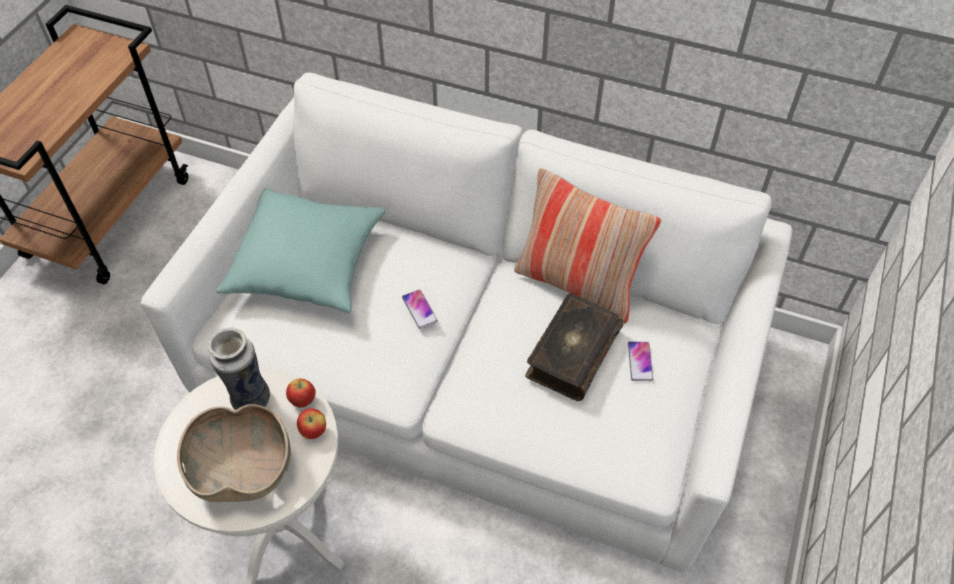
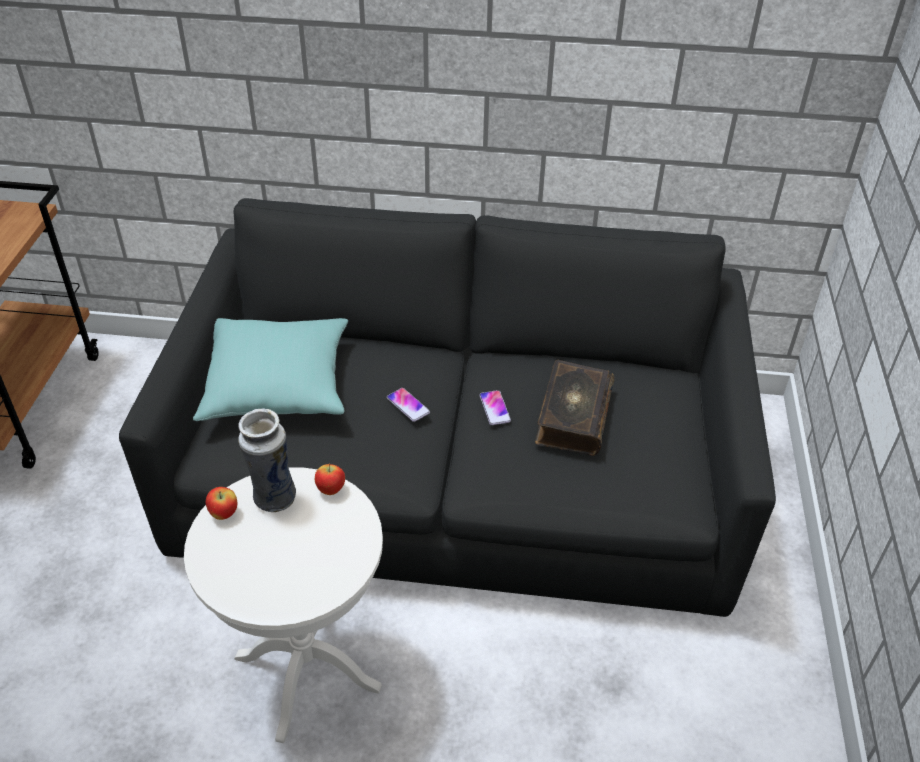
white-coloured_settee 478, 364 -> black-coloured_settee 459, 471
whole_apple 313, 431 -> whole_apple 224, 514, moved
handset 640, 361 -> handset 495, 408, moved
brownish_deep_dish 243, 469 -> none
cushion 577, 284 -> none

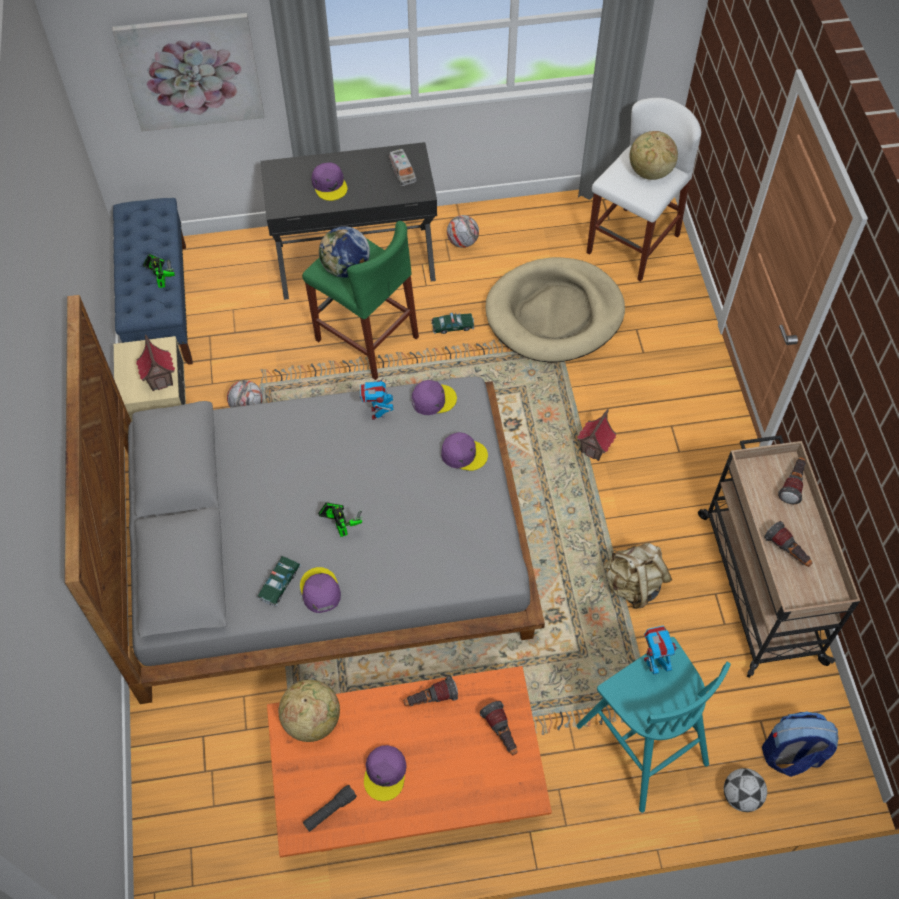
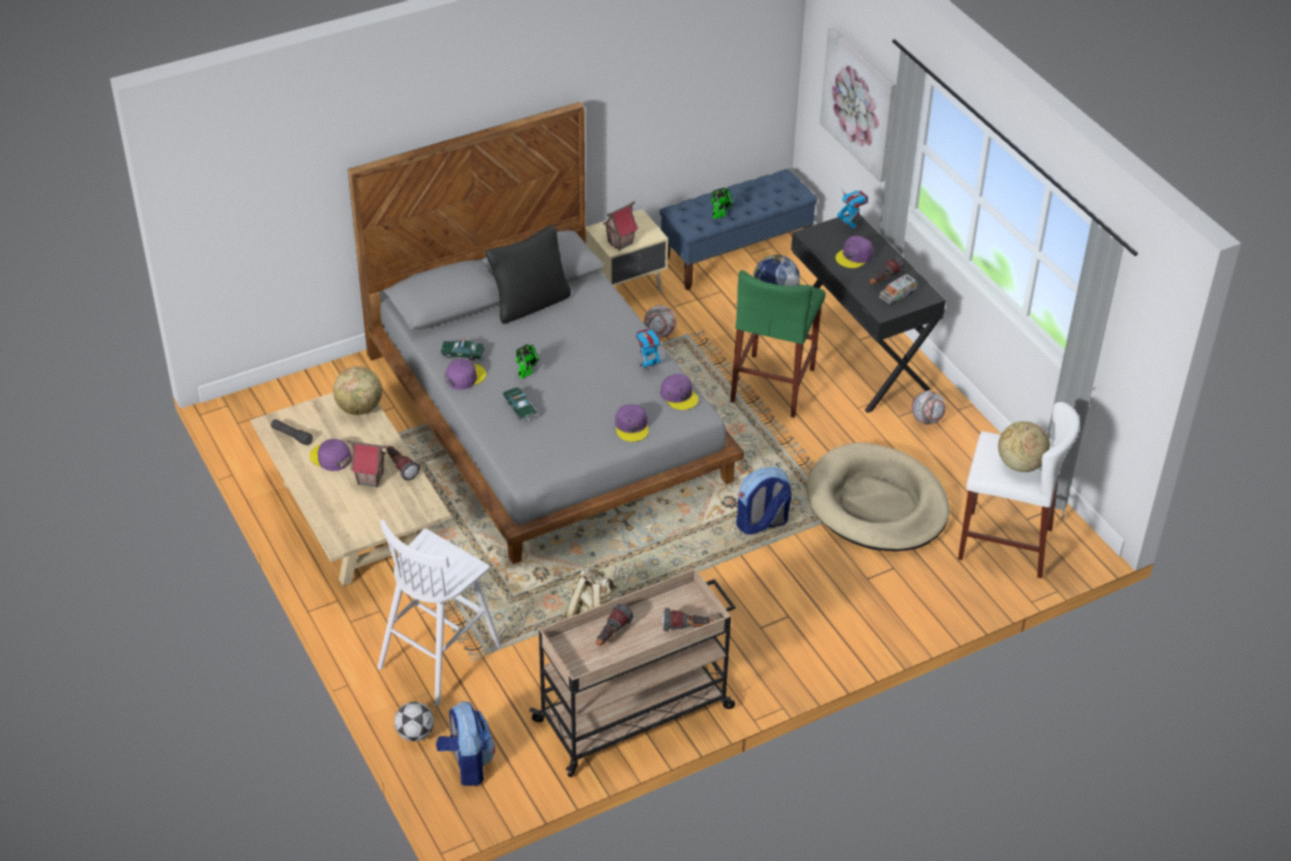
orange-coloured_lounge_table 408, 783 -> sand-coloured_lounge_table 354, 518
purple-coloured_baseball_cap 385, 773 -> purple-coloured_baseball_cap 330, 458, 45 degrees clockwise
model_house 594, 449 -> model_house 370, 479, moved
blue-green_stool 640, 742 -> white-coloured_stool 441, 655
none -> black-coloured_cushion 530, 304
miniature_car 453, 326 -> miniature_car 520, 408, moved
none -> rucksack 761, 524
model_robot 653, 662 -> model_robot 851, 226, moved
hand_torch 501, 733 -> hand_torch 884, 280, moved

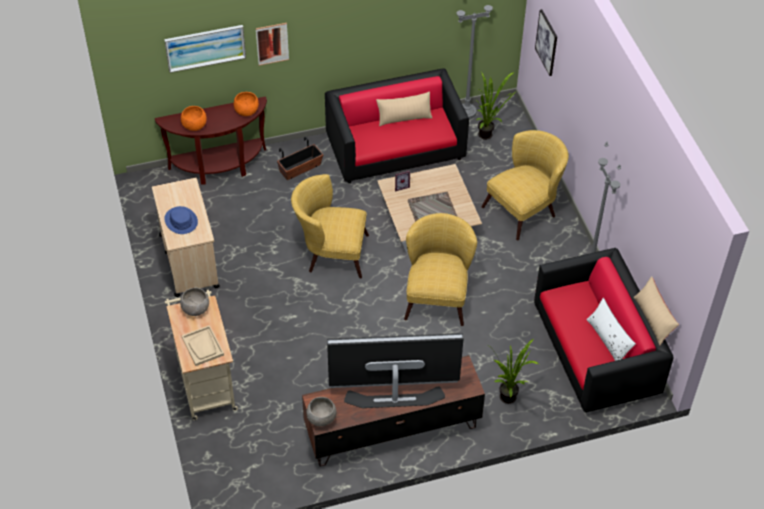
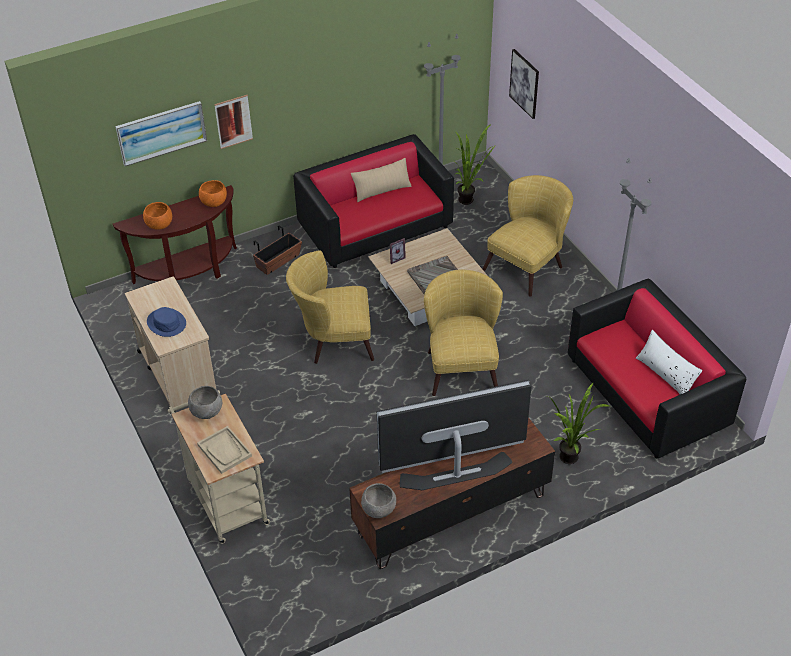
sand-coloured_cushion 653, 319 -> none

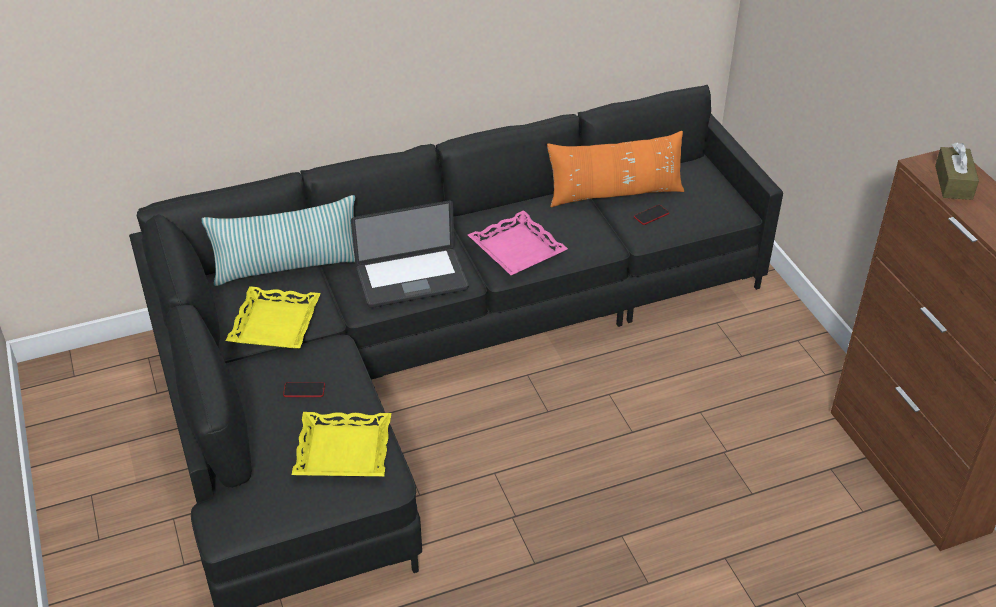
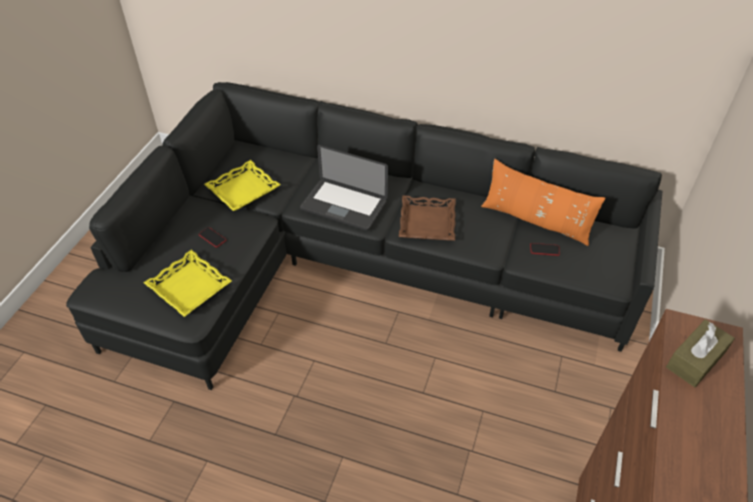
pinkish_tray 516, 249 -> brownish_tray 426, 222
cushion 288, 267 -> none

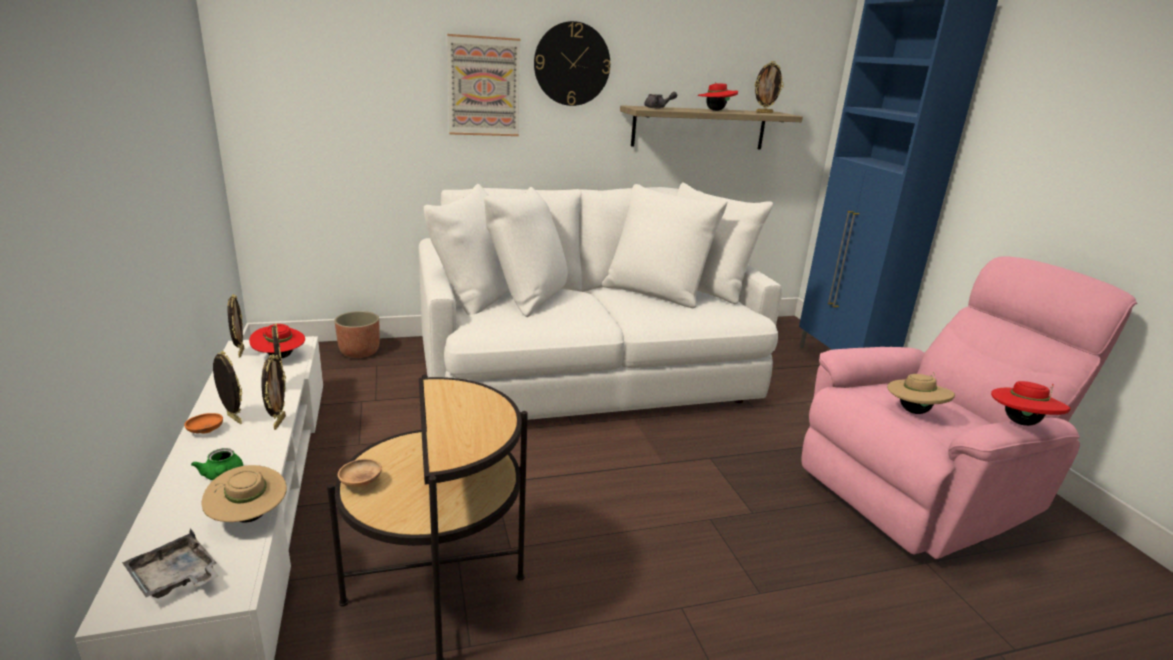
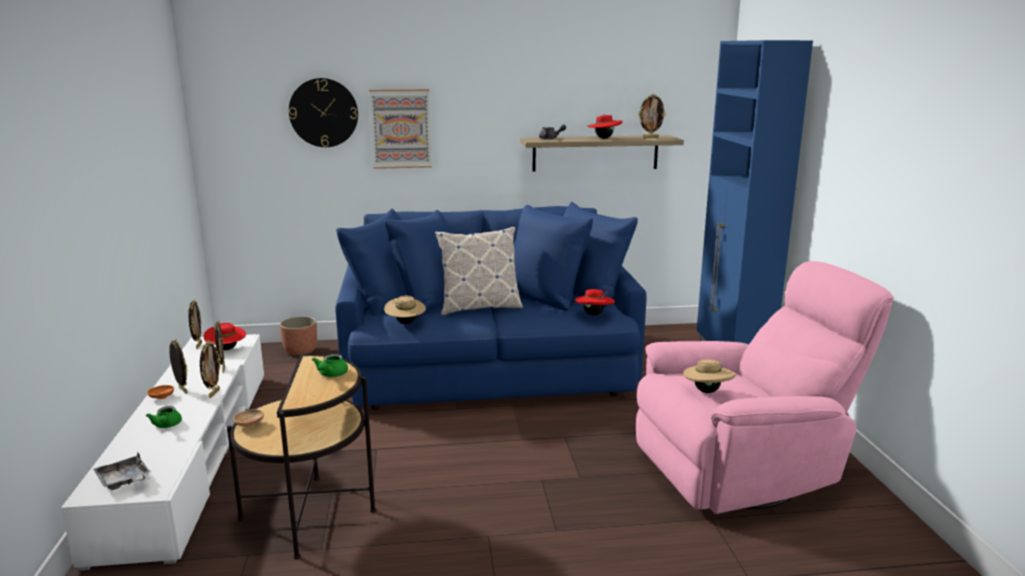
hanging_clock 572, 64 -> hanging_clock 323, 113, moved
none -> green_pot_for_tea 331, 375
white-coloured_settee 588, 369 -> blue_settee 489, 366
sand-coloured_hat 249, 517 -> sand-coloured_hat 405, 323, moved
none -> cushion 479, 307
red_hat 1021, 422 -> red_hat 594, 314, moved

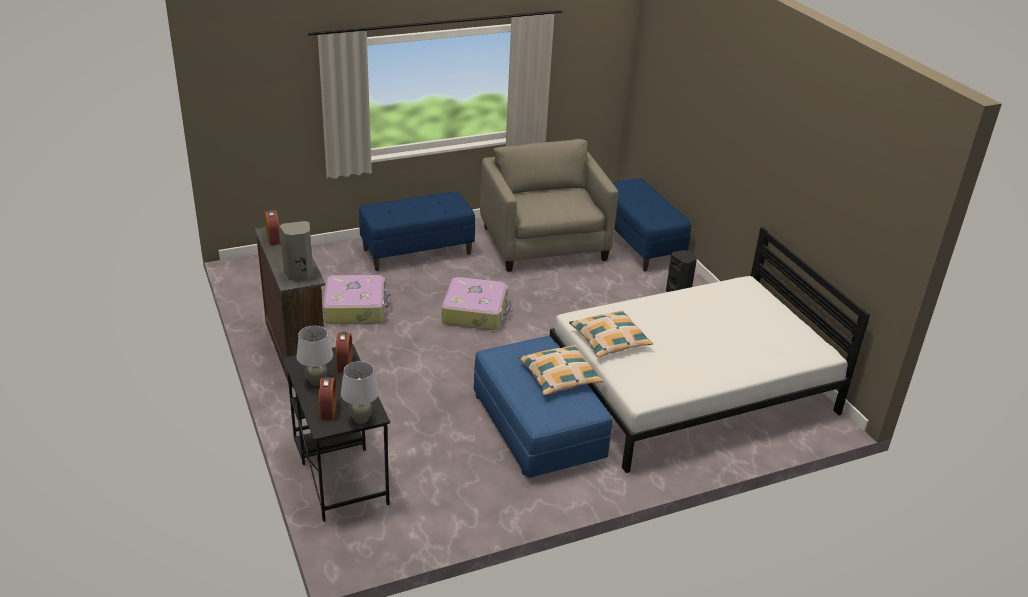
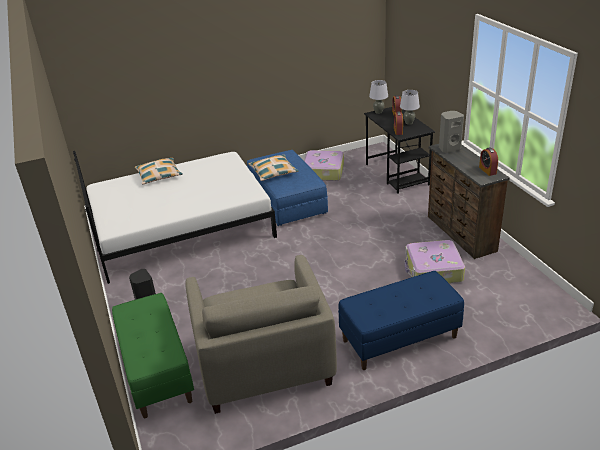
blue_bench 639, 244 -> green_bench 156, 371
cushion 609, 340 -> cushion 159, 175, moved
travel_case 475, 312 -> travel_case 323, 172, moved

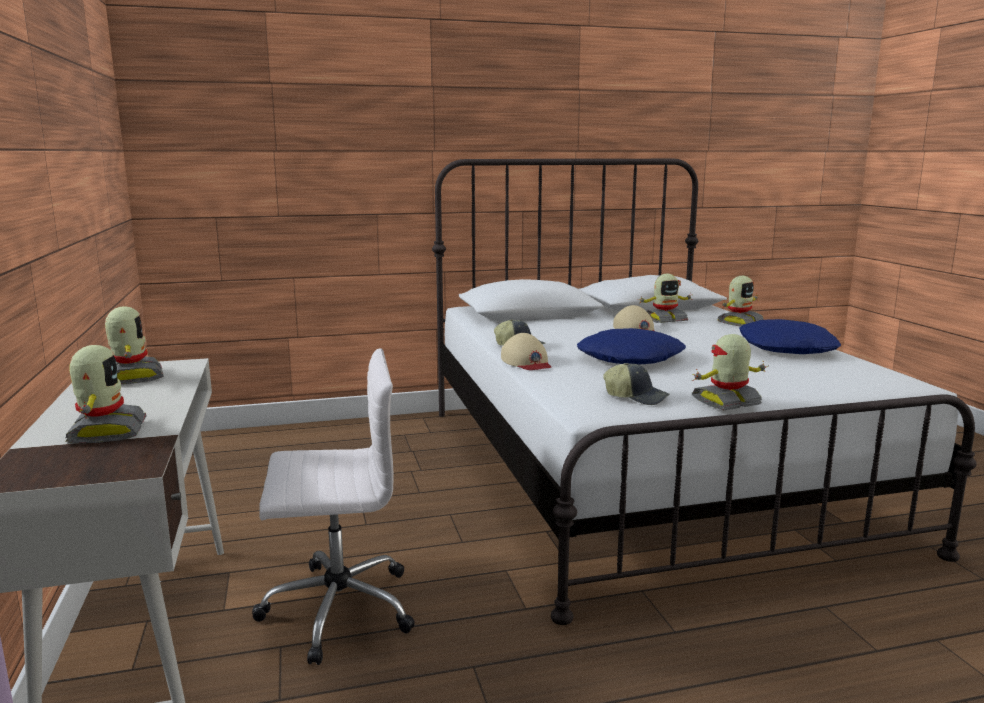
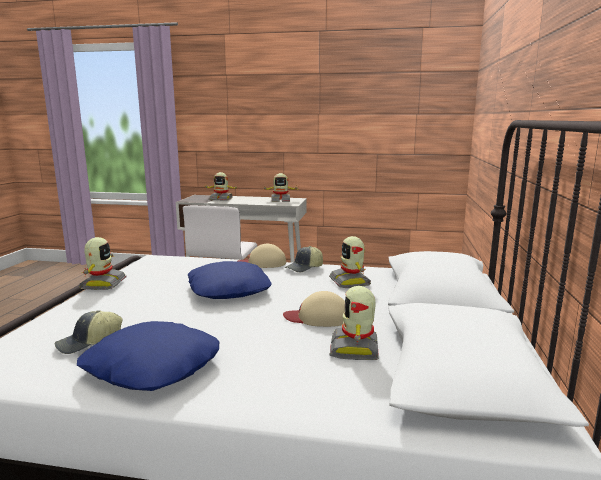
baseball_cap 636, 397 -> baseball_cap 90, 343, moved
model_robot 739, 322 -> model_robot 350, 282, moved

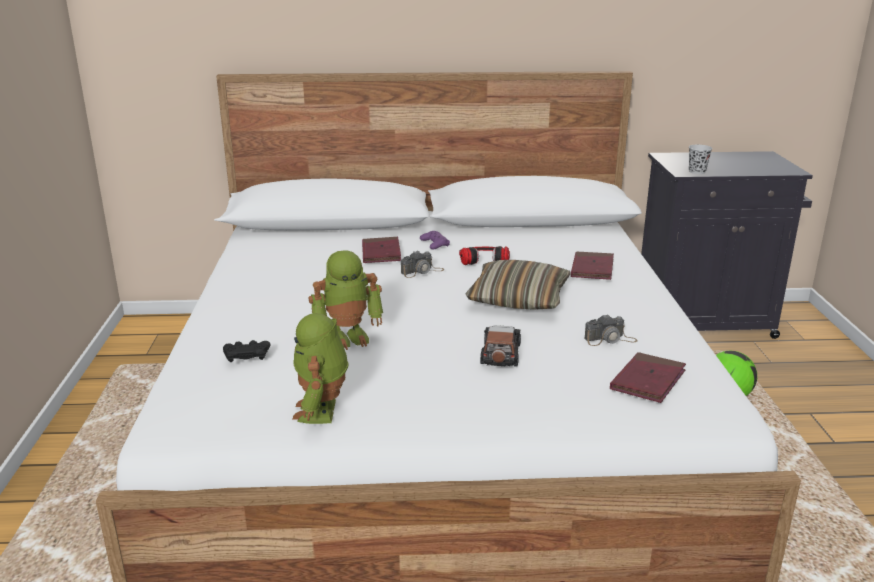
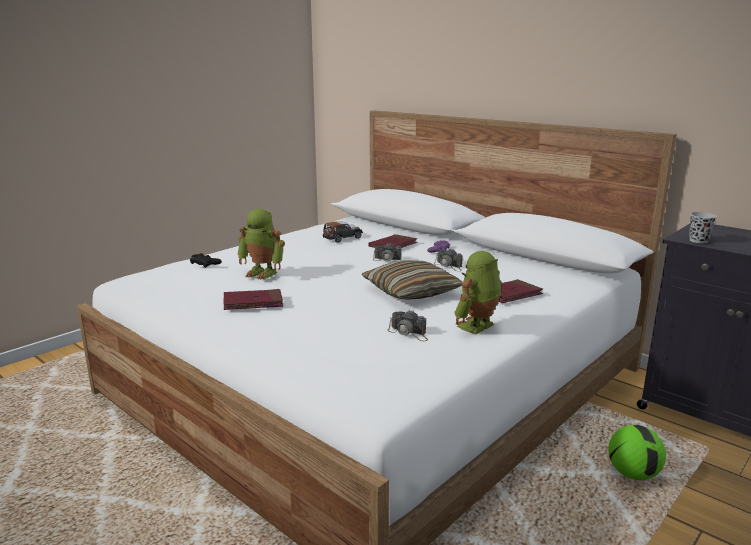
red_volume 648, 381 -> red_volume 253, 303, moved
miniature_car 500, 354 -> miniature_car 342, 238, moved
headset 483, 258 -> photo_camera 449, 266
model_robot 322, 411 -> model_robot 478, 327, moved

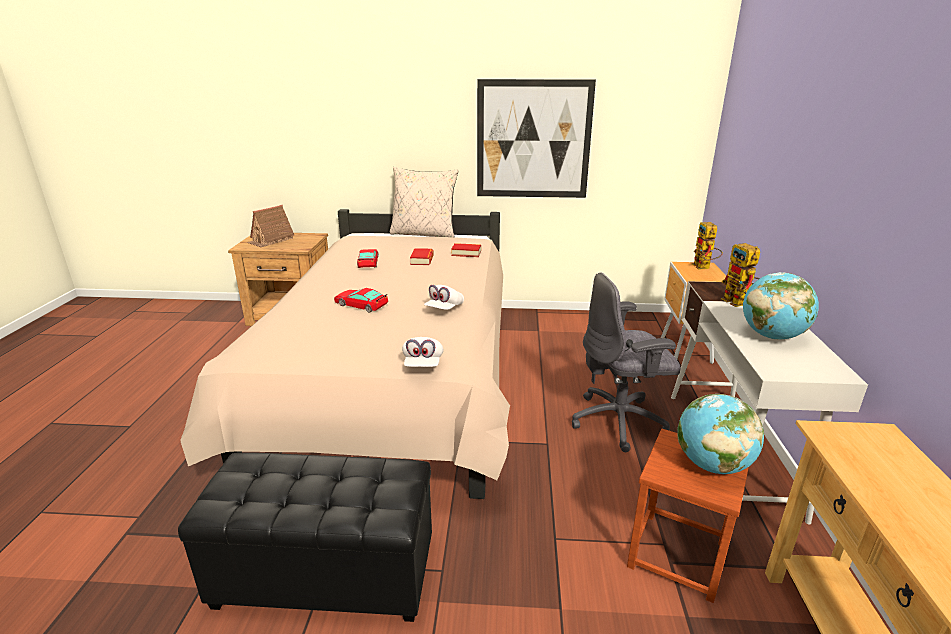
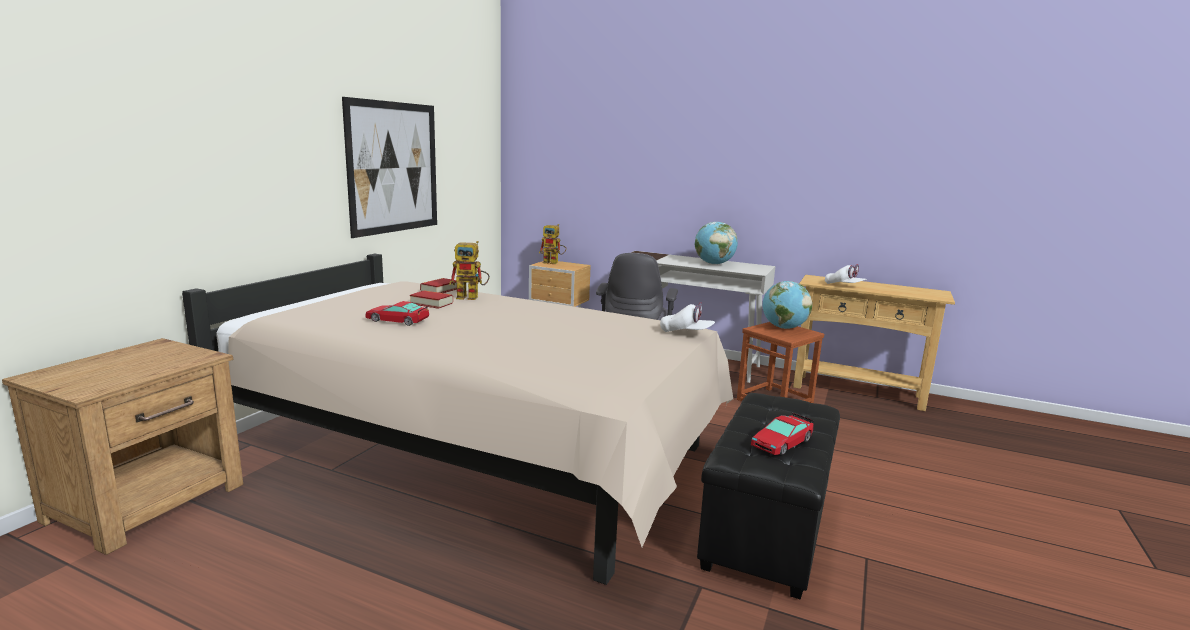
model_robot 740, 303 -> model_robot 472, 297, moved
miniature_car 361, 305 -> miniature_car 781, 442, moved
white-coloured_baseball_cap 444, 309 -> white-coloured_baseball_cap 844, 286, moved
model_house 271, 240 -> none
sand-coloured_cushion 424, 234 -> none

